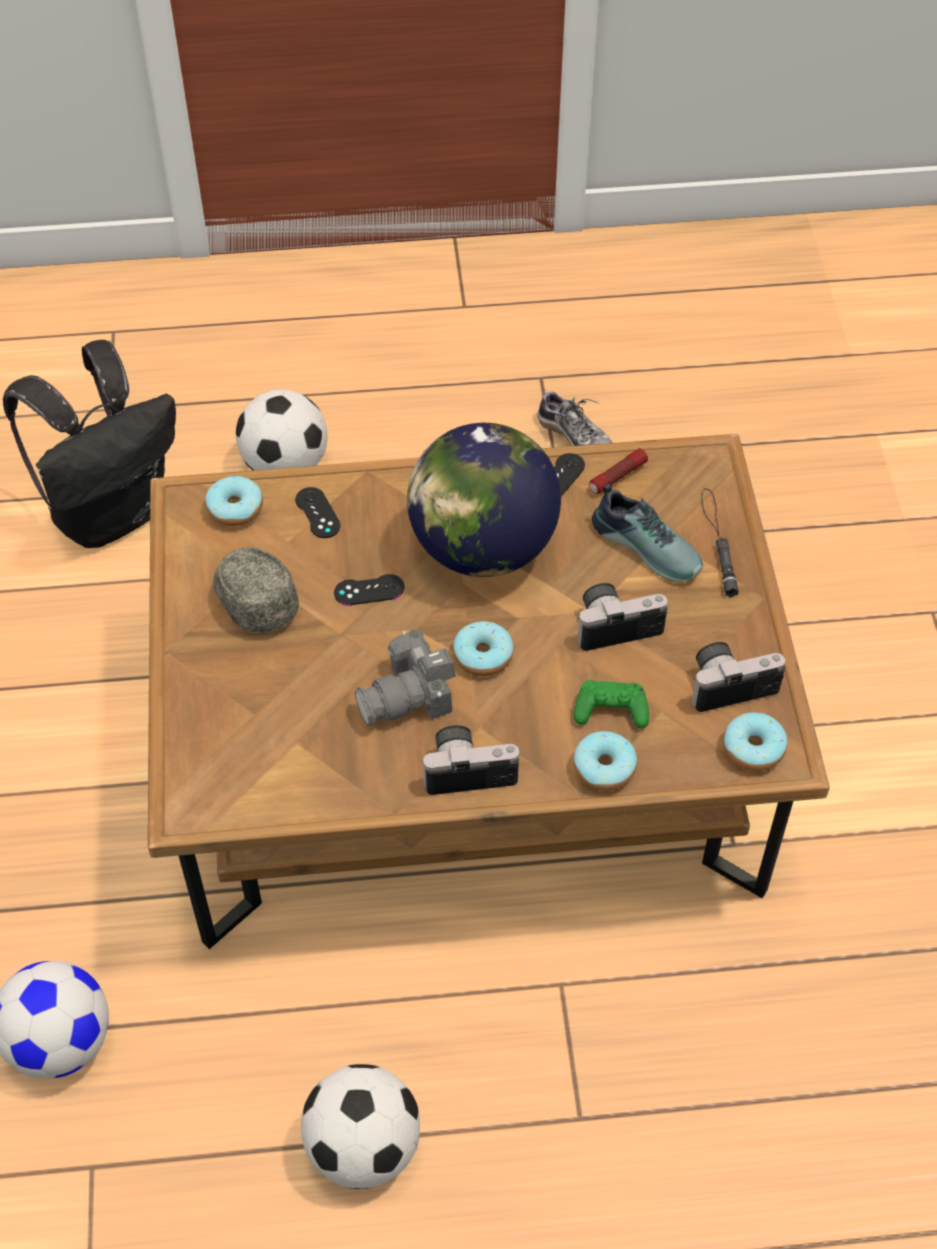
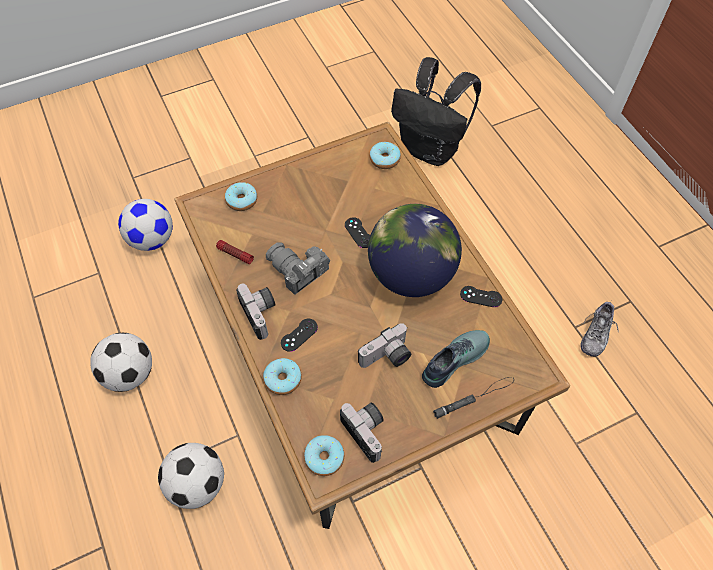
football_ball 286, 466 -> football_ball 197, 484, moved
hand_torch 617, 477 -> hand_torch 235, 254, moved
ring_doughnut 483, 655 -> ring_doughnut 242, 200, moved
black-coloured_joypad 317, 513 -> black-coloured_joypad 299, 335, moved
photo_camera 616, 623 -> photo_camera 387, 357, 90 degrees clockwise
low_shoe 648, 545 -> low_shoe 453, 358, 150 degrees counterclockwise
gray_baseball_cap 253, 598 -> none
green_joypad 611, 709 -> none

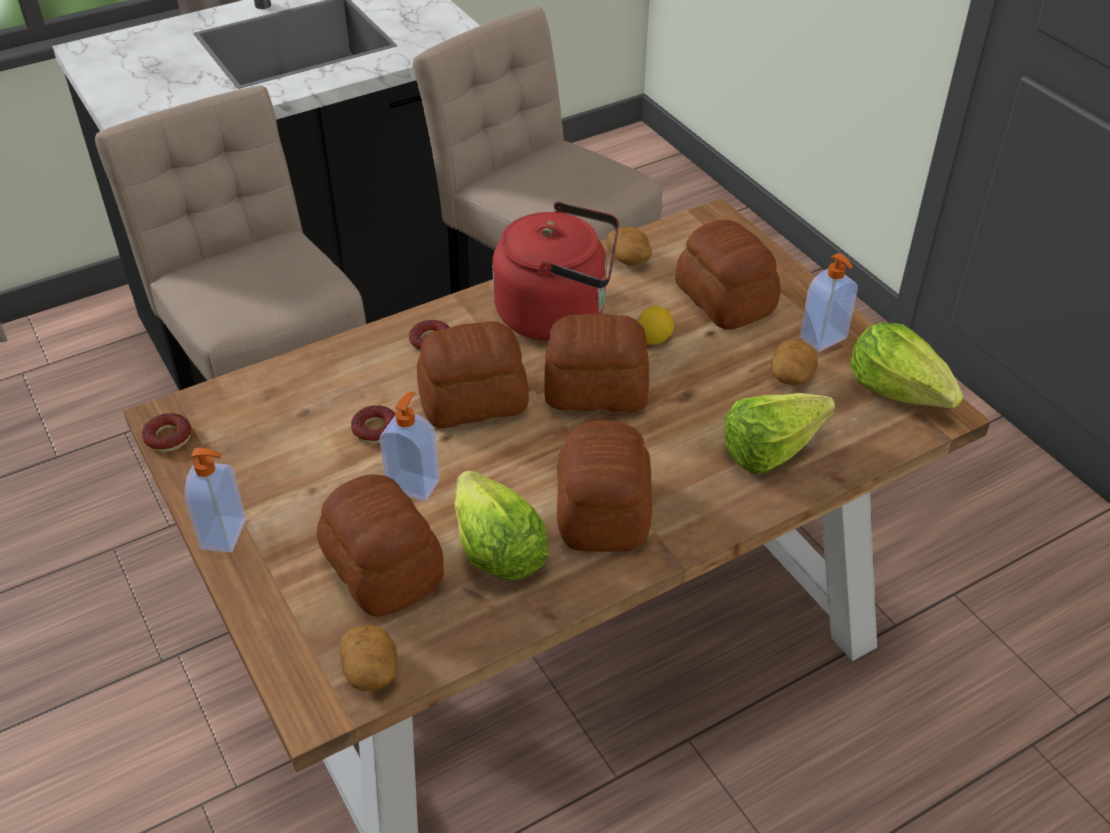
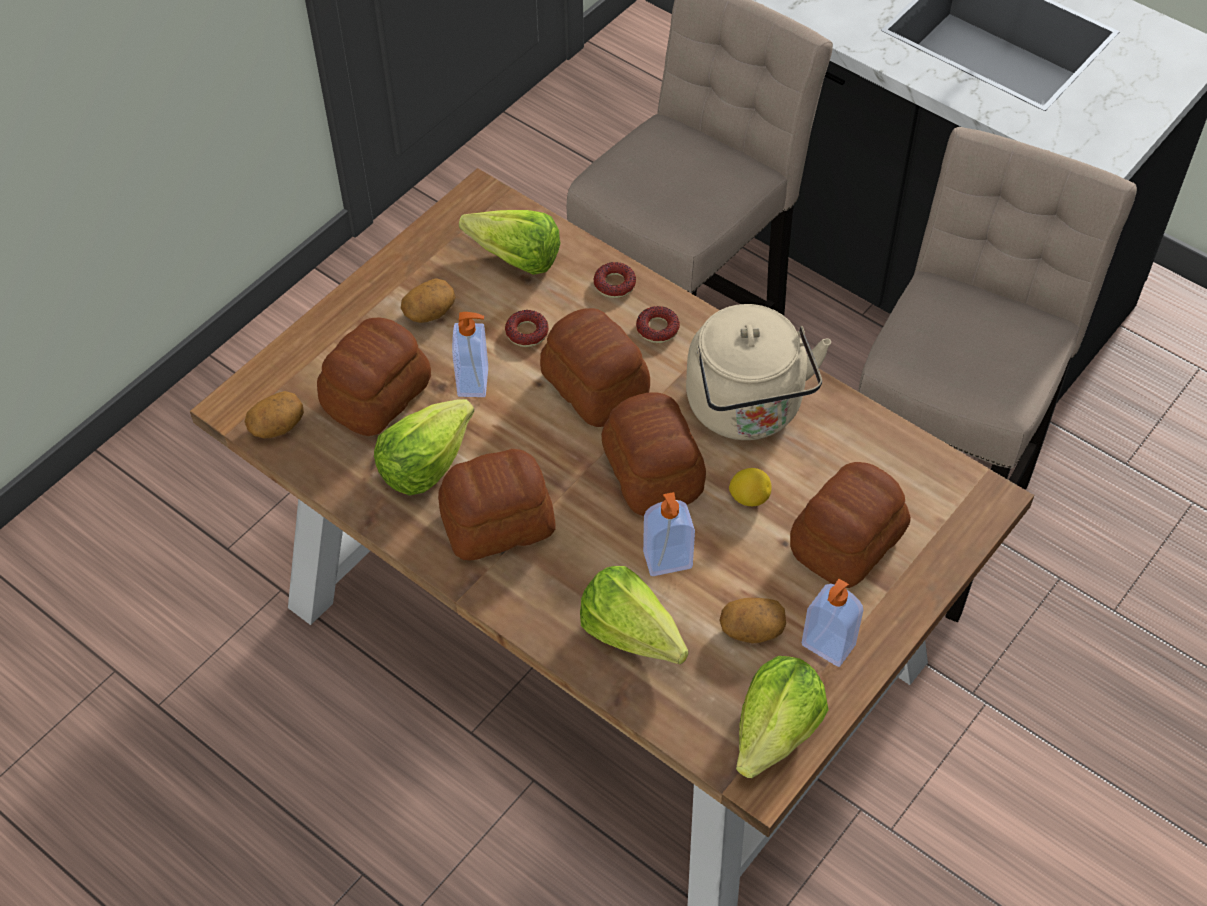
whole_potato 629, 258 -> whole_potato 429, 312, moved
none -> lettuce_head 509, 255
ring_doughnut 168, 437 -> ring_doughnut 614, 284, moved
soap_dispenser 225, 534 -> soap_dispenser 668, 562, moved
red_water_kettle 558, 314 -> sand-coloured_water_kettle 747, 410

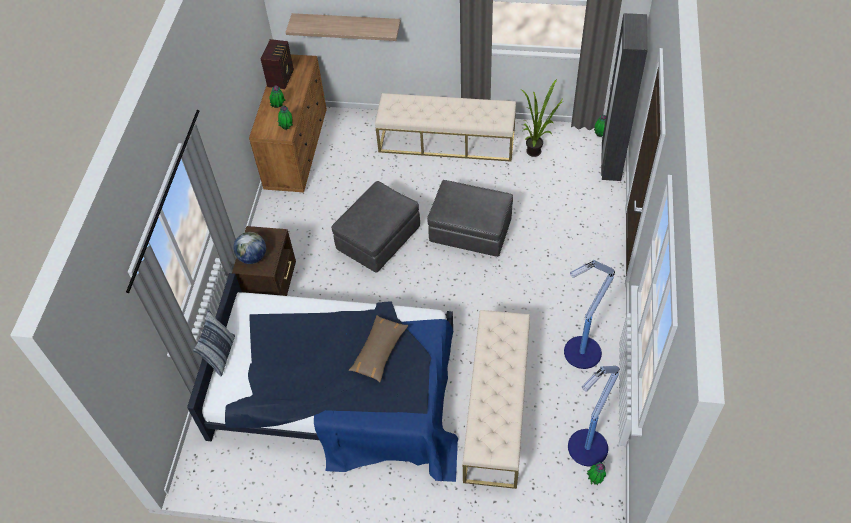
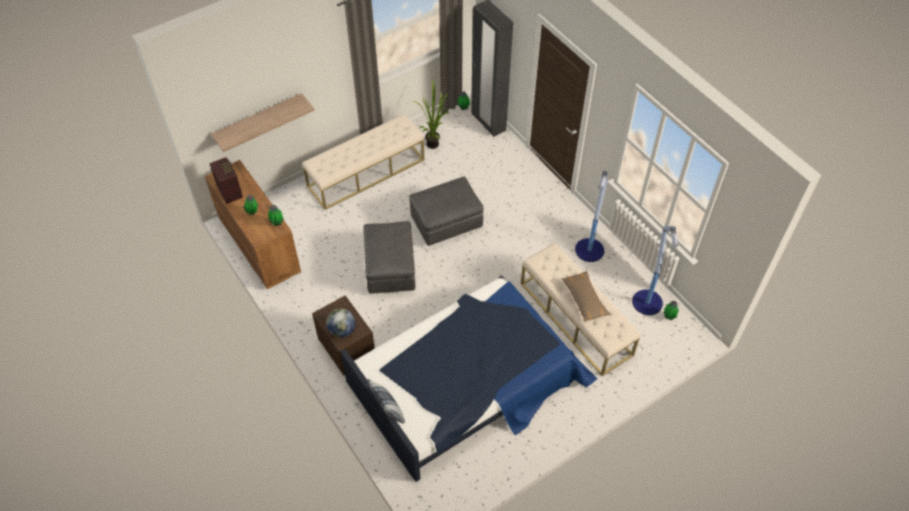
brownish_cushion 379, 351 -> brownish_cushion 584, 300, moved

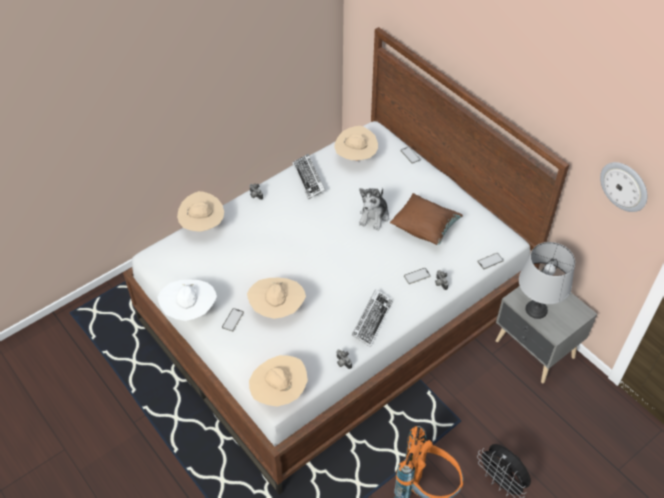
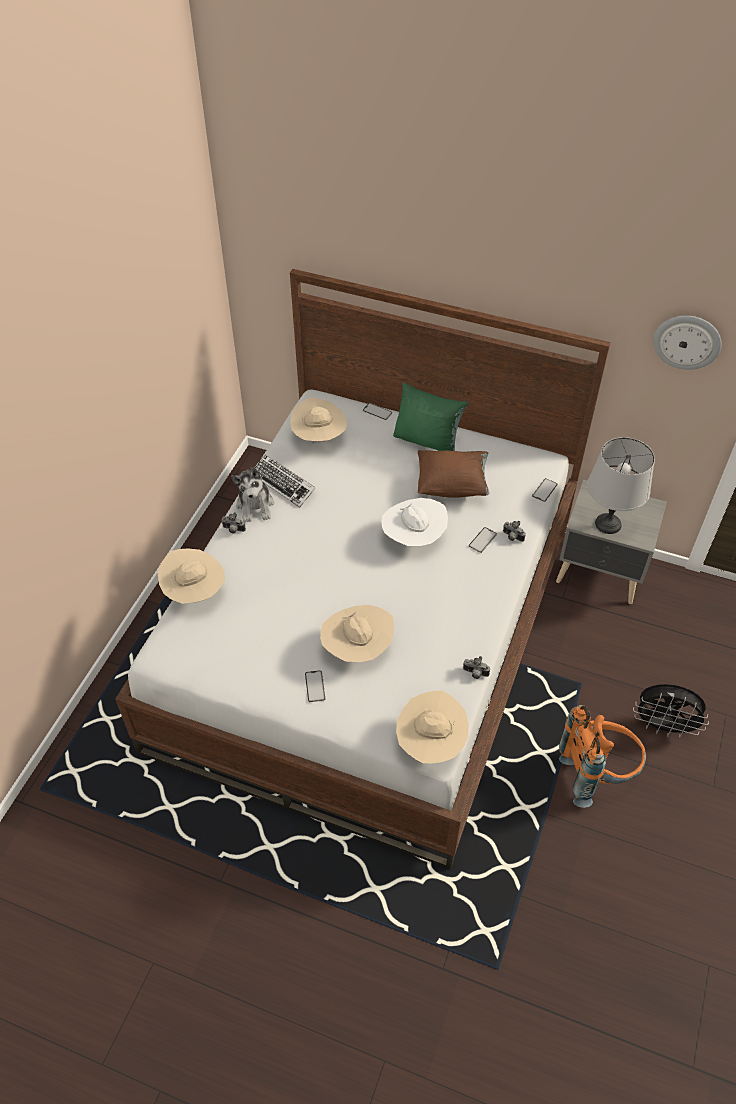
soft_toy 374, 216 -> soft_toy 255, 505, moved
white-coloured_hat 190, 311 -> white-coloured_hat 413, 538, moved
none -> green_cushion 427, 441
computer_keyboard 372, 320 -> none

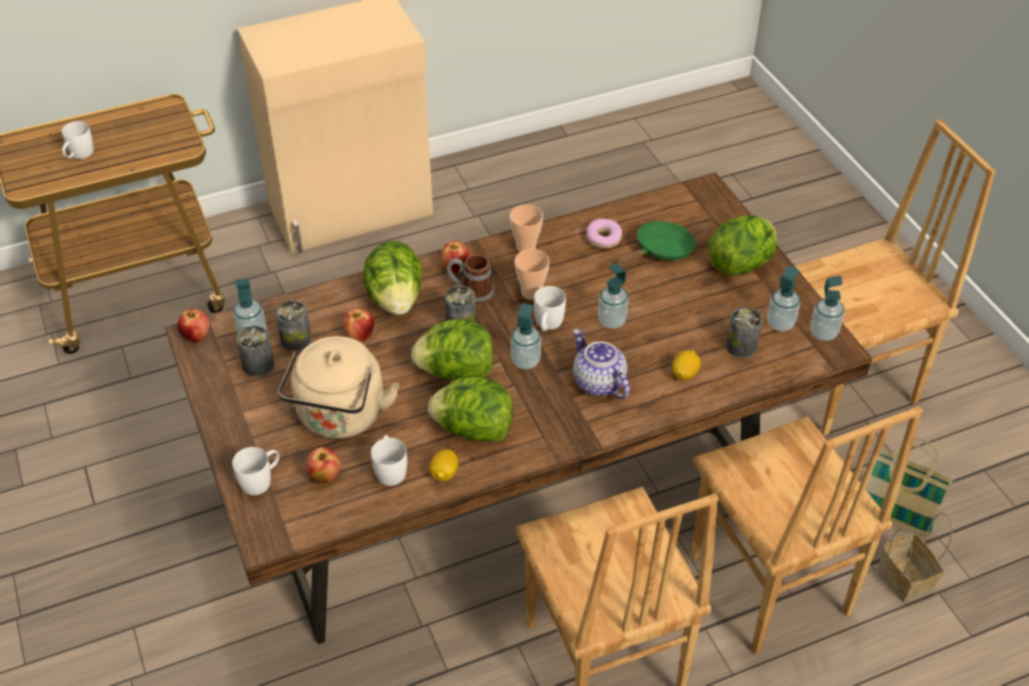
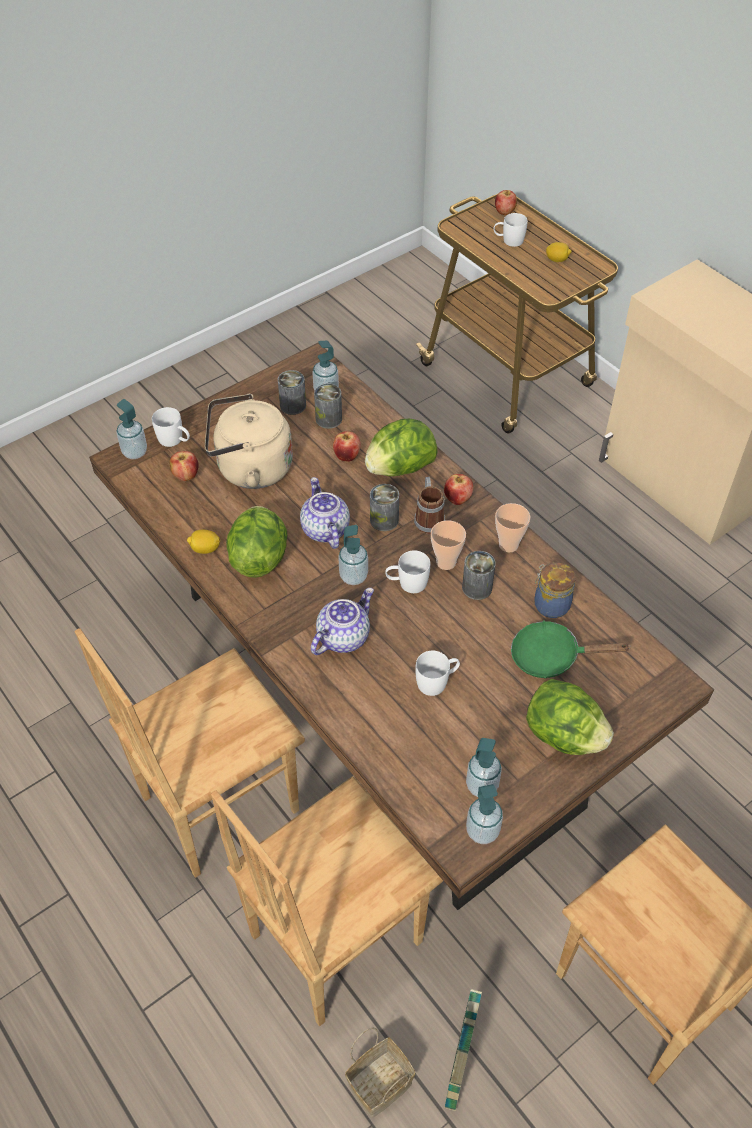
soap_dispenser 611, 321 -> soap_dispenser 135, 452, moved
lettuce_head 455, 372 -> pot_for_tea 324, 529
white-coloured_coffee_mug 390, 469 -> white-coloured_coffee_mug 437, 681, moved
sealed_can 741, 347 -> sealed_can 477, 587, moved
whole_apple 196, 336 -> whole_apple 504, 212, moved
green_pan 659, 251 -> green_pan 551, 656, 150 degrees clockwise
ring_doughnut 603, 238 -> preserve_jar 550, 604
citrus_fruit 684, 374 -> citrus_fruit 557, 260, moved

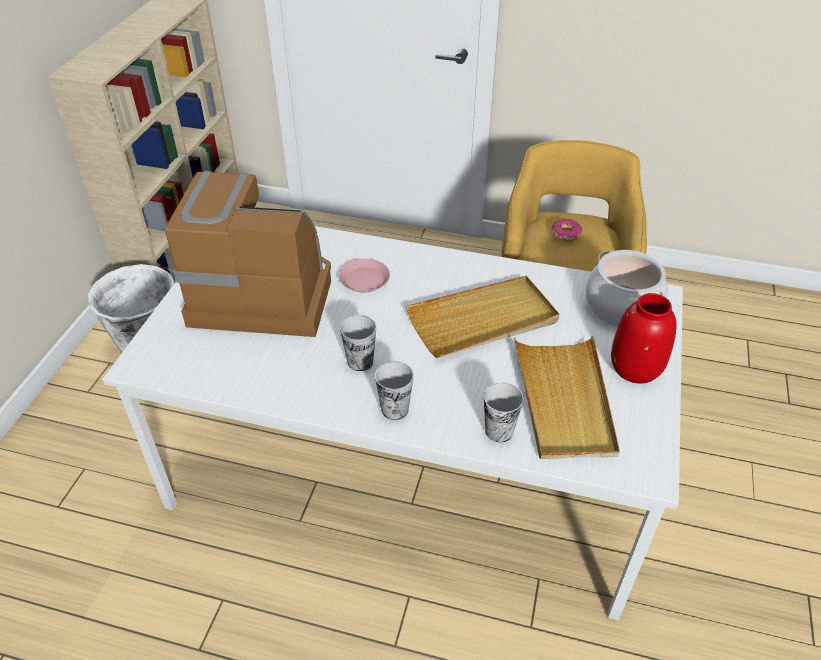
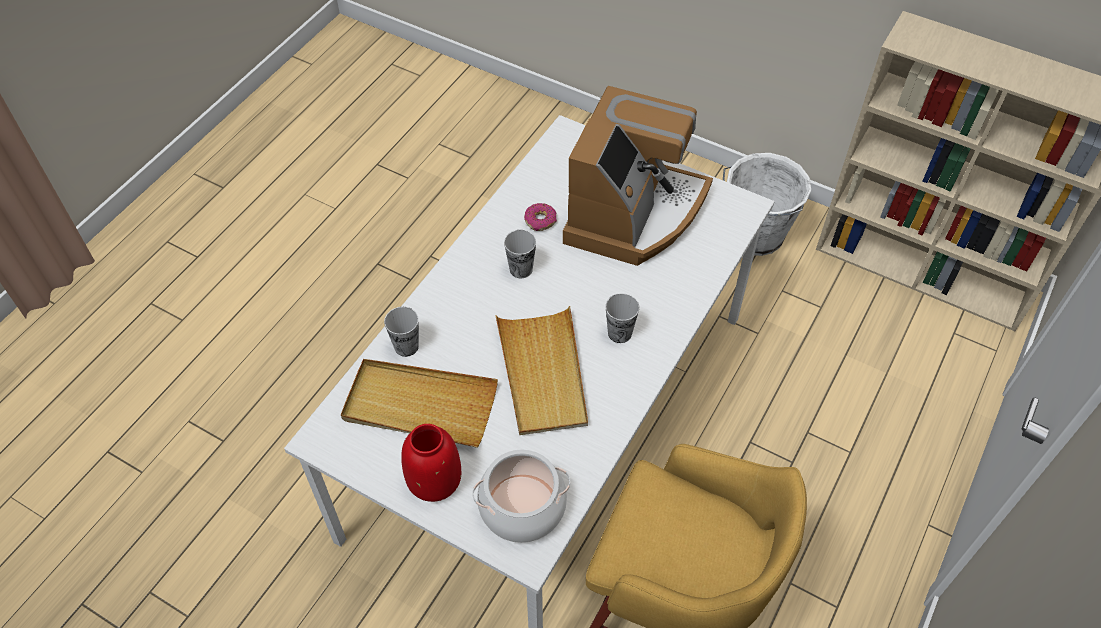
ring_doughnut 566, 234 -> ring_doughnut 540, 220, moved
cup 395, 409 -> cup 619, 333, moved
pinkish_dinner_plate 364, 280 -> none

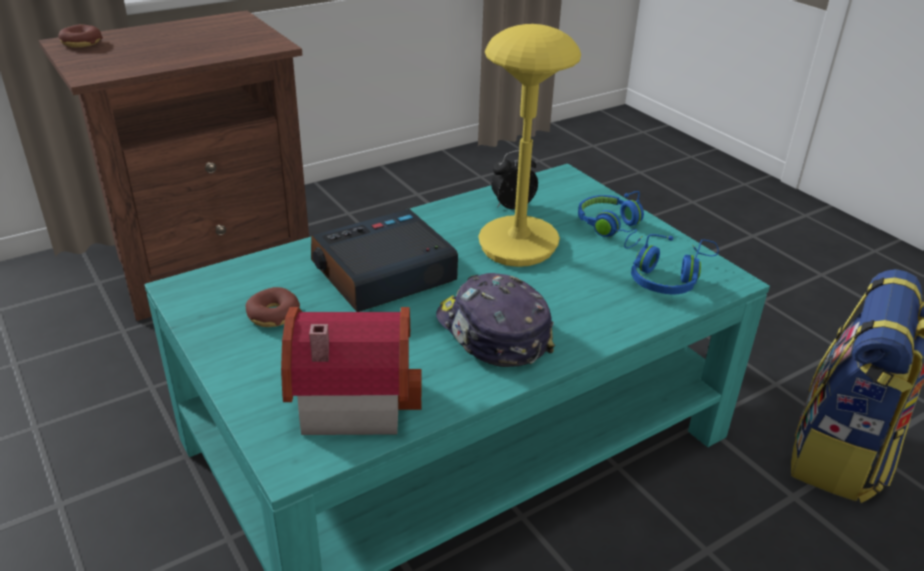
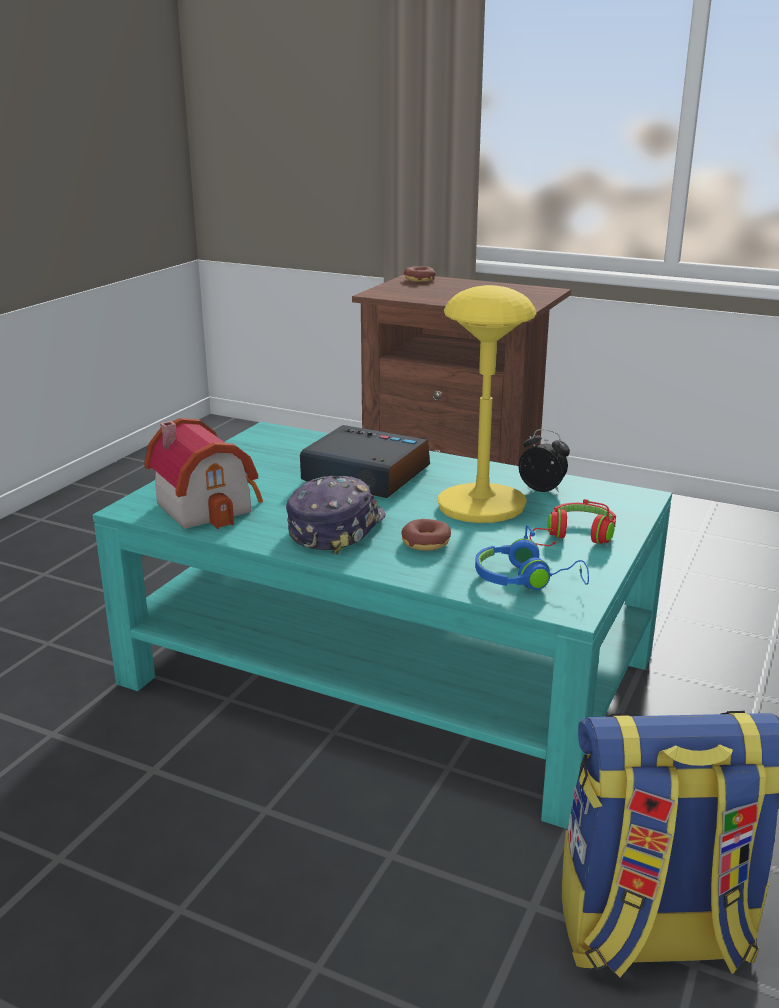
ring_doughnut 273, 315 -> ring_doughnut 425, 543, moved
blue_headset 613, 229 -> red_headset 574, 537

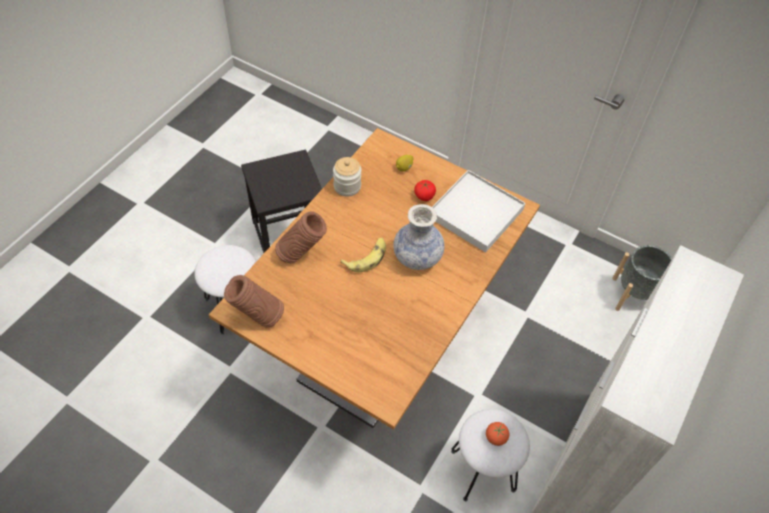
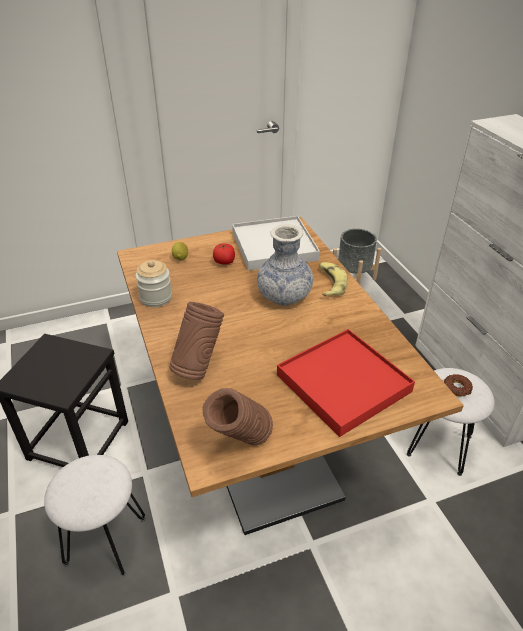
none -> red_tray 343, 383
whole_banana 367, 258 -> whole_banana 330, 283, moved
tomato 495, 437 -> ring_doughnut 457, 388

